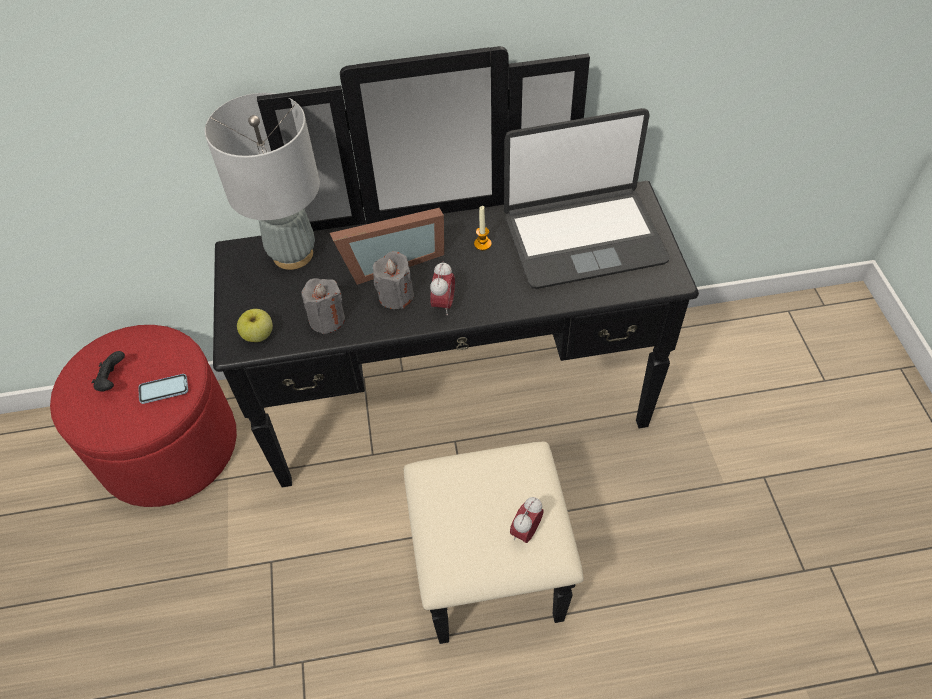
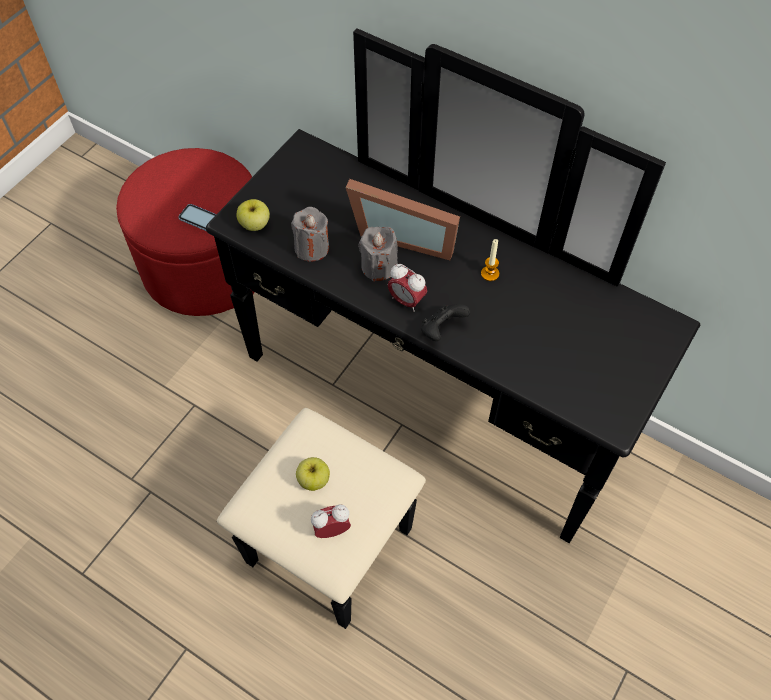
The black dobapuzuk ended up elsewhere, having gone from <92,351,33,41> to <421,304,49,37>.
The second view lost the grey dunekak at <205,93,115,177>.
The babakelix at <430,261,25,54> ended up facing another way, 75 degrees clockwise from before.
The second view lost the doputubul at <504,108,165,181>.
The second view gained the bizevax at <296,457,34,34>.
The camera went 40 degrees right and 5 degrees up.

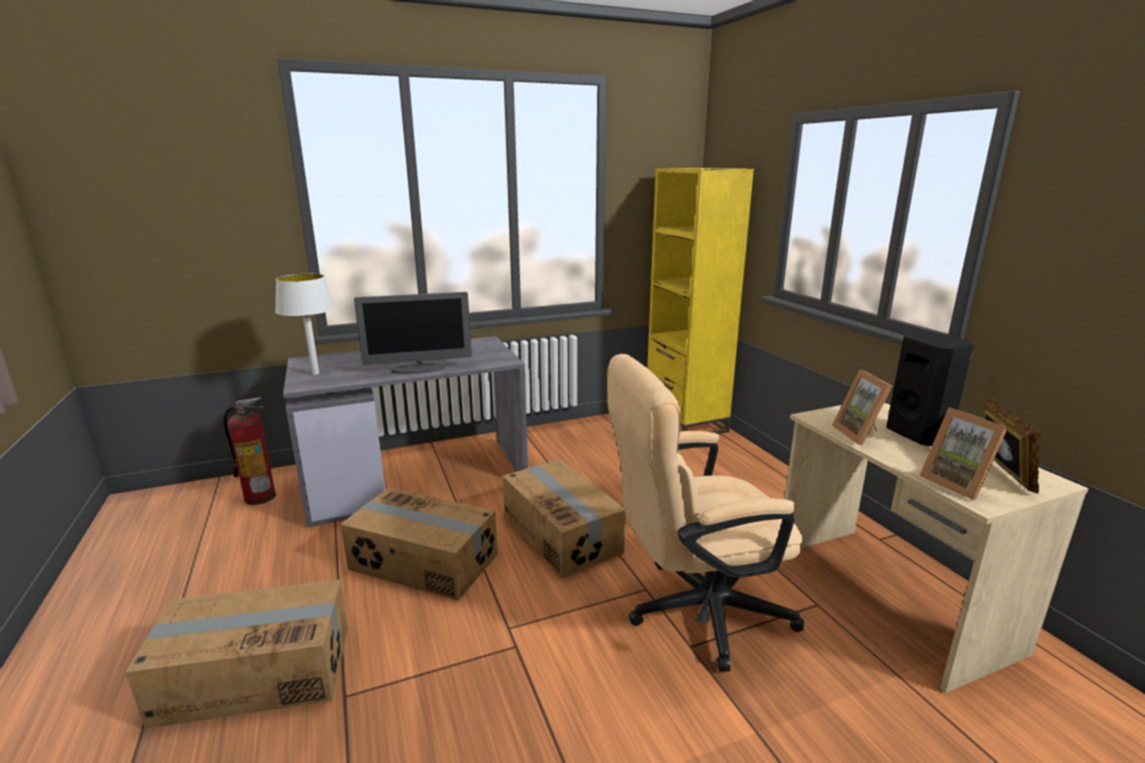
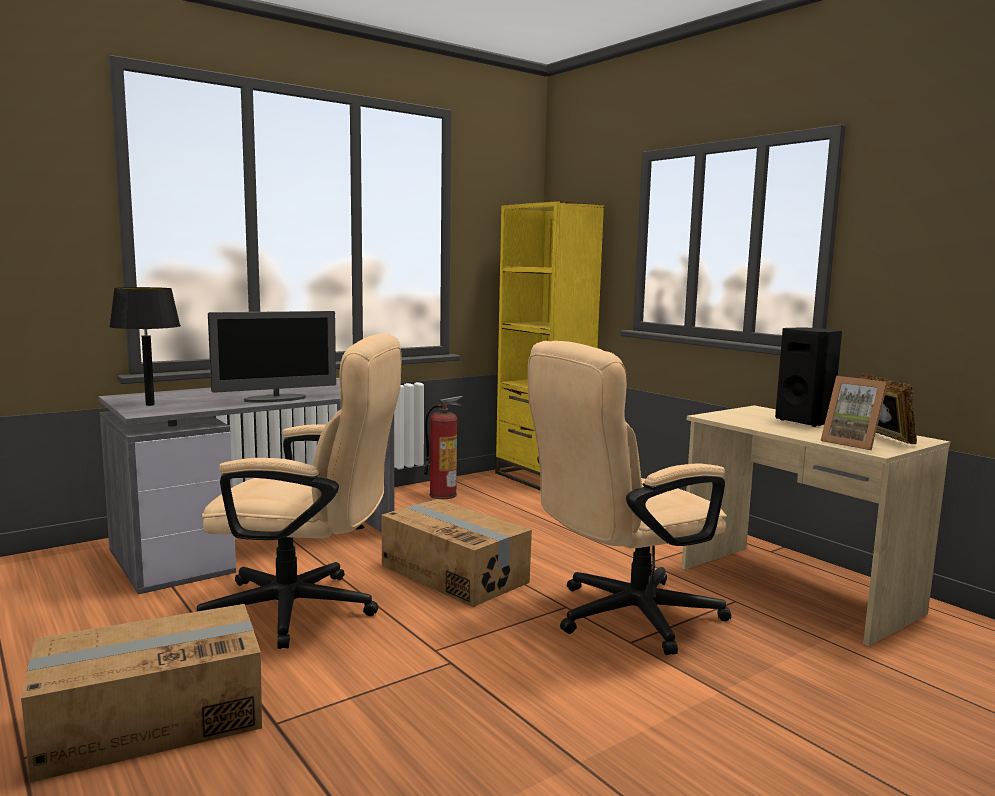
The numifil ended up elsewhere, having gone from <224,397,52,108> to <424,396,39,103>.
What was the white dunekak at <275,274,60,101> turned into the black dunekak at <109,287,72,119>.
Where the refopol stood at <340,488,158,113>, the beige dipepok came to stand at <197,334,205,315>.
The second view lost the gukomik at <832,369,61,77>.
The camera went 15 degrees left and 10 degrees down.

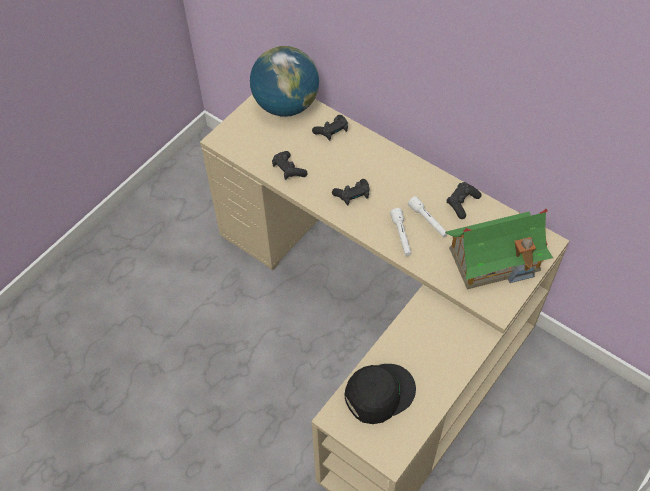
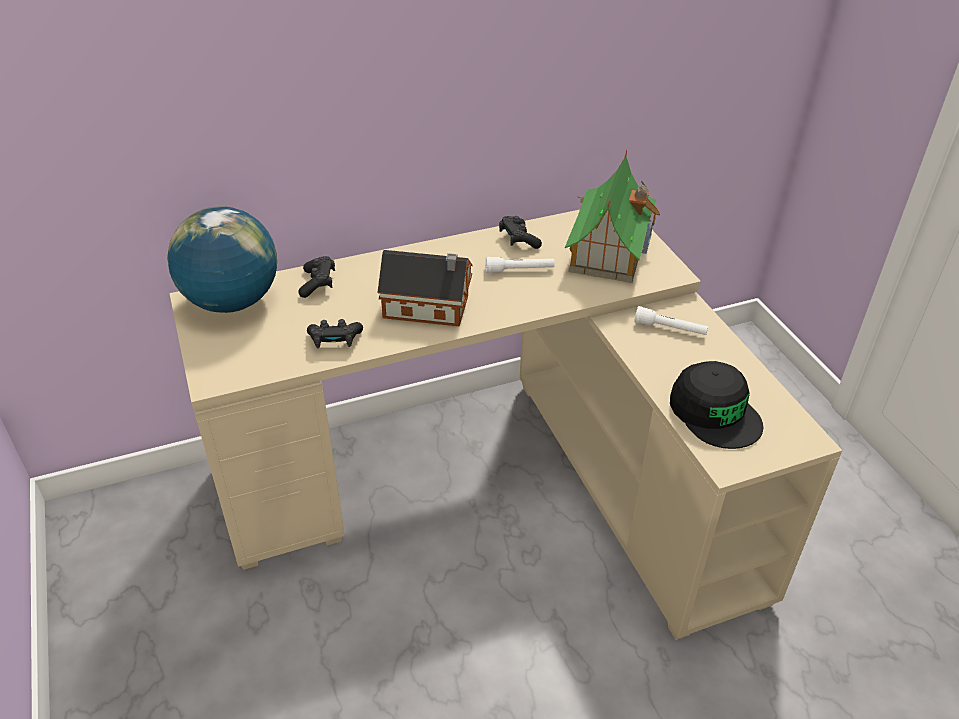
Where the black dobapuzuk stood at <332,179,38,26>, the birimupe came to stand at <377,250,96,77>.
The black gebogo at <345,364,71,60> ended up facing another way, 150 degrees clockwise from before.
The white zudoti ended up elsewhere, having gone from <390,208,21,48> to <634,306,74,29>.
The camera went 60 degrees left and 15 degrees down.

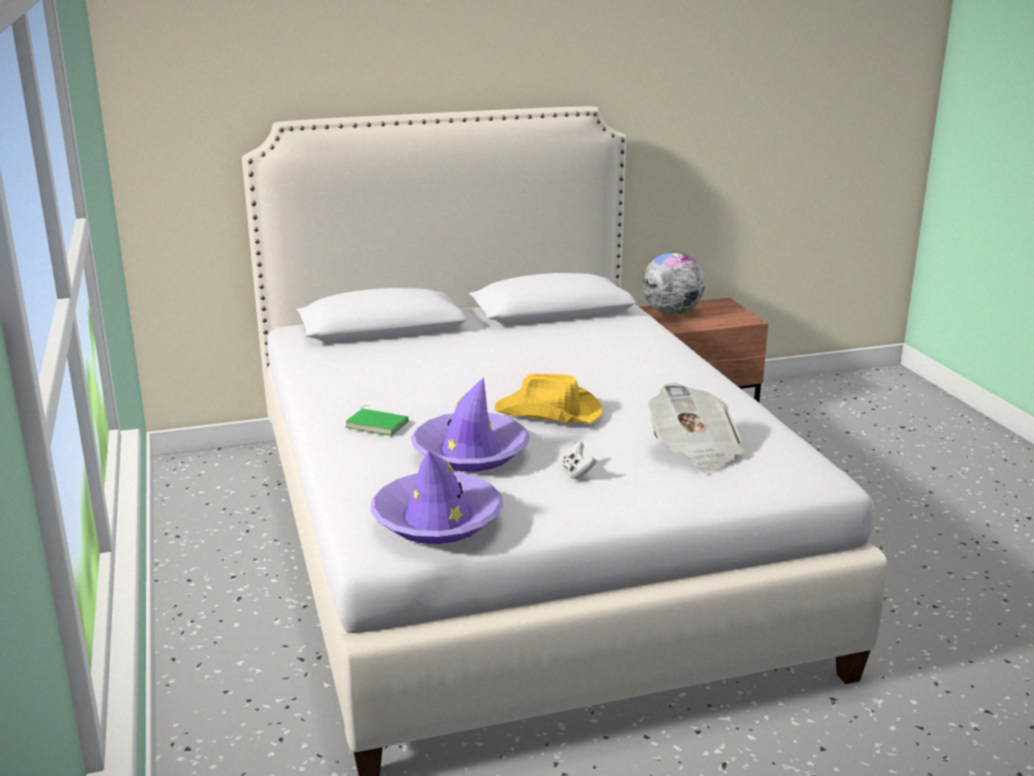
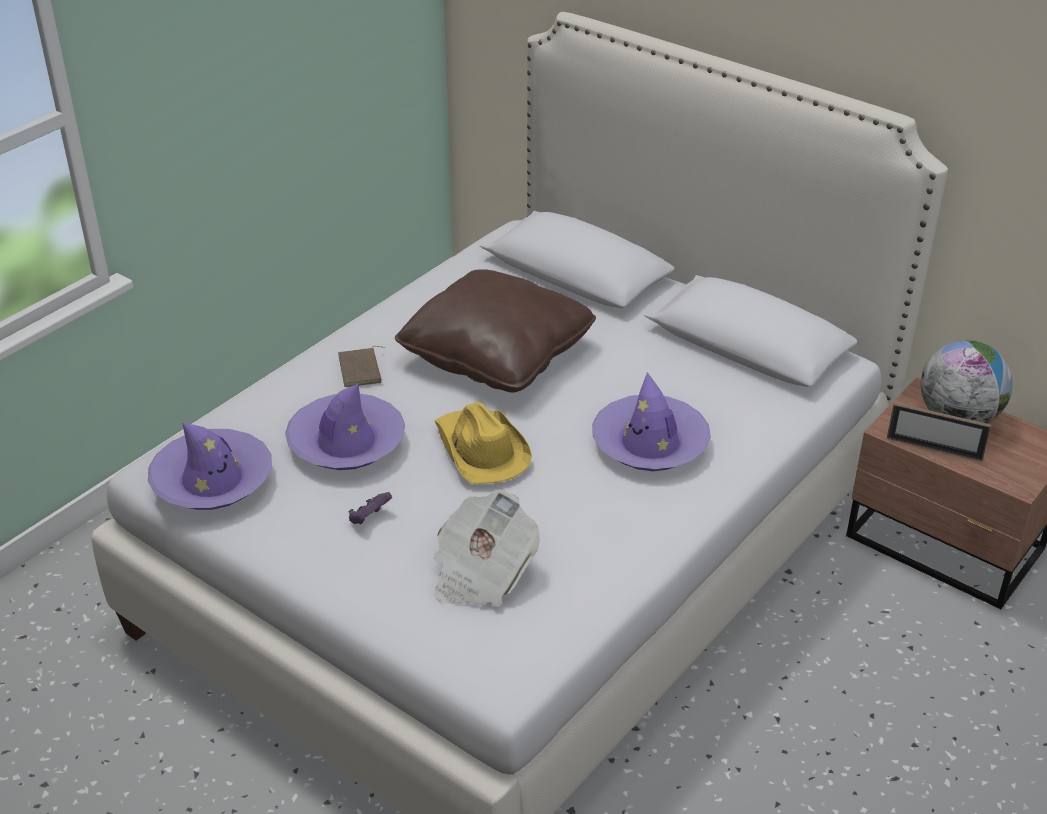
What was the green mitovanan at <345,405,64,31> turned into the brown mitovanan at <338,346,47,41>.
What was the white dobapuzuk at <562,441,34,38> turned into the purple dobapuzuk at <348,492,44,32>.
The second view gained the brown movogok at <395,269,201,124>.
The second view gained the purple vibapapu at <592,372,119,99>.
The second view gained the gukomik at <887,402,104,59>.
The camera went 55 degrees right and 15 degrees up.

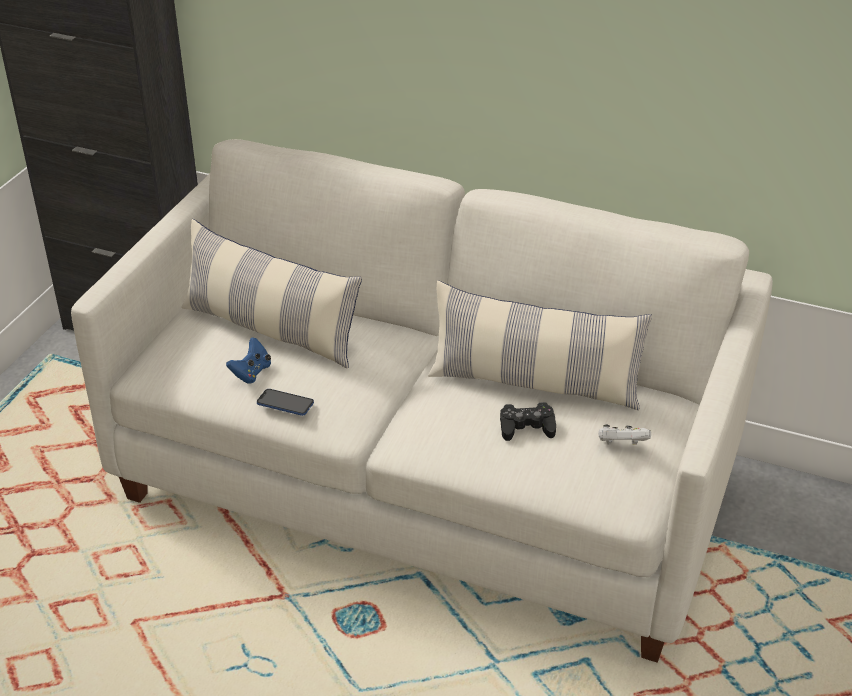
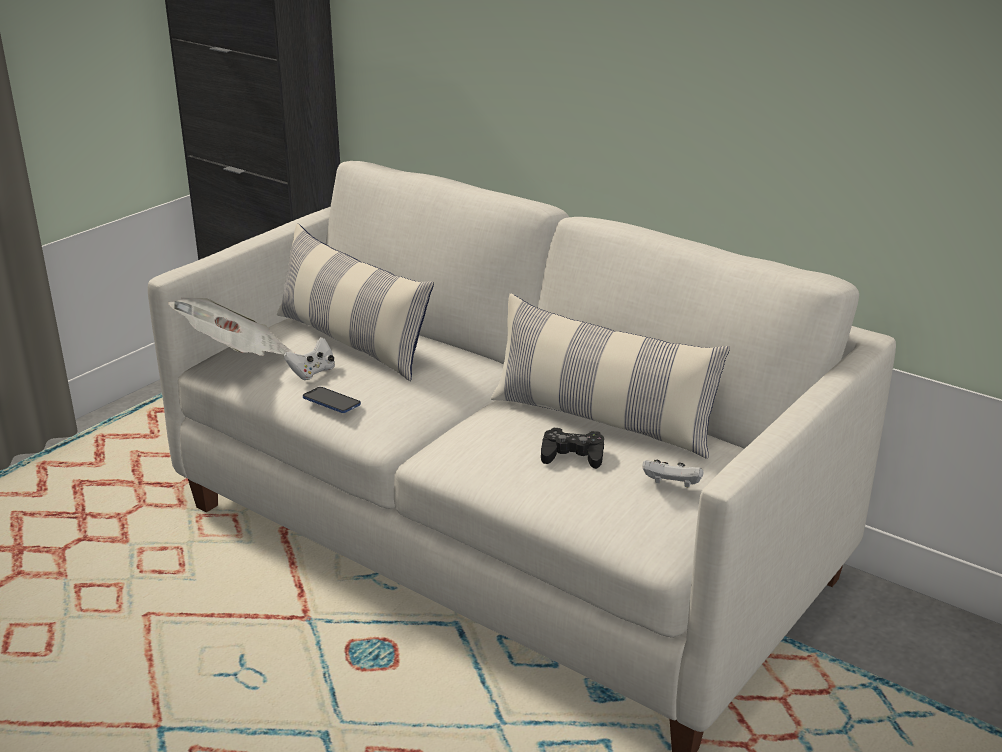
What was the blue dobapuzuk at <226,337,45,47> turned into the white dobapuzuk at <284,337,51,43>.
The second view gained the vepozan at <168,298,128,58>.
The camera went 15 degrees right and 10 degrees down.

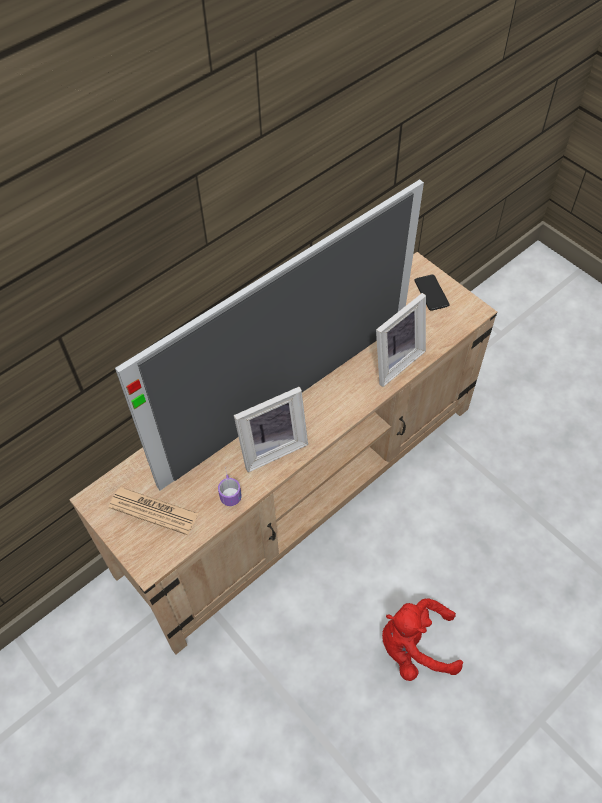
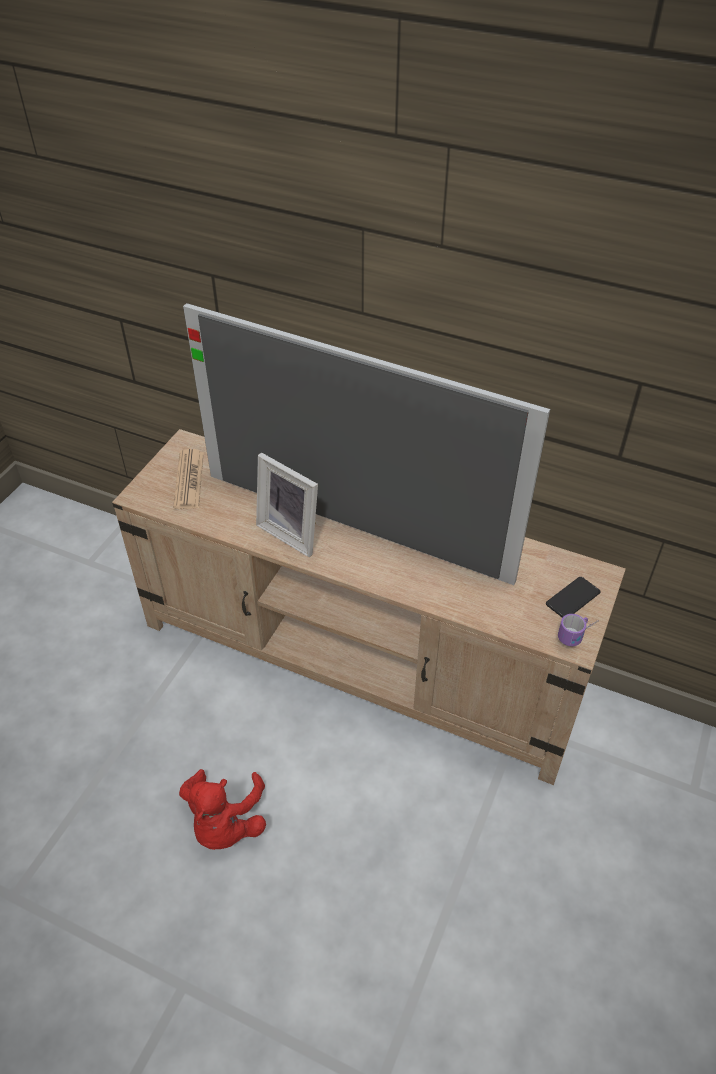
The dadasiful ended up elsewhere, having gone from <218,466,24,40> to <558,614,41,32>.
The second view lost the gukomik at <376,293,50,94>.
The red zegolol at <382,598,81,83> ended up facing another way, 150 degrees counterclockwise from before.
The camera went 65 degrees right and 10 degrees down.

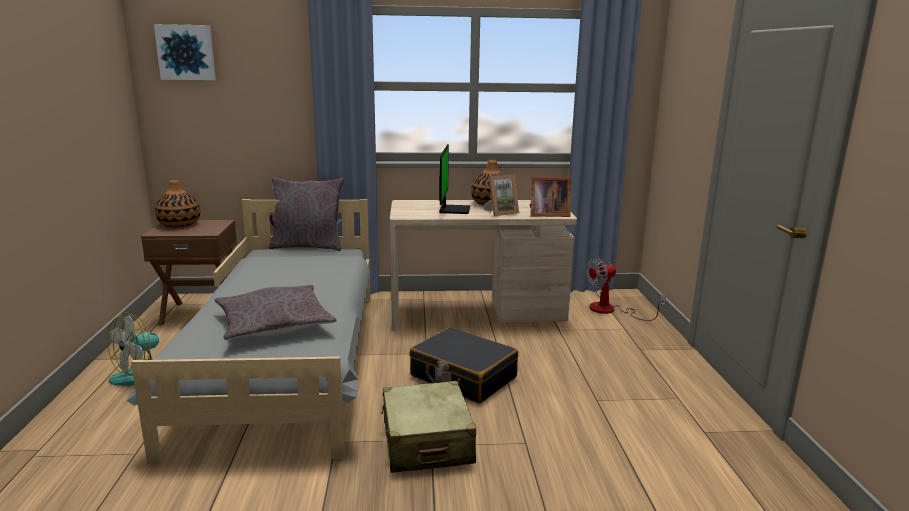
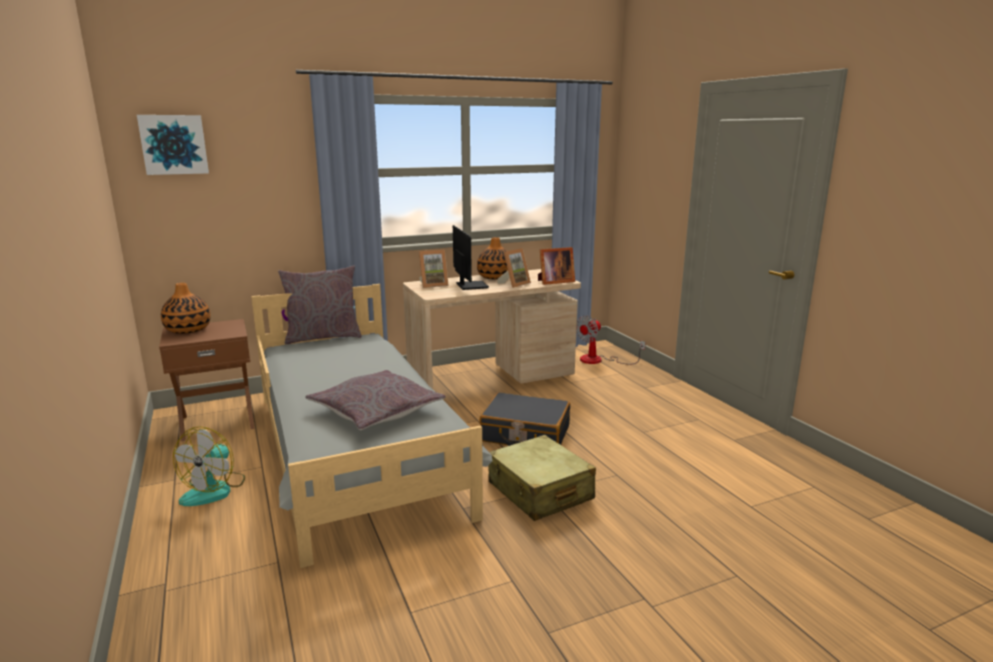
The second view gained the gukomik at <419,250,30,38>.
The camera went 20 degrees left and 0 degrees up.

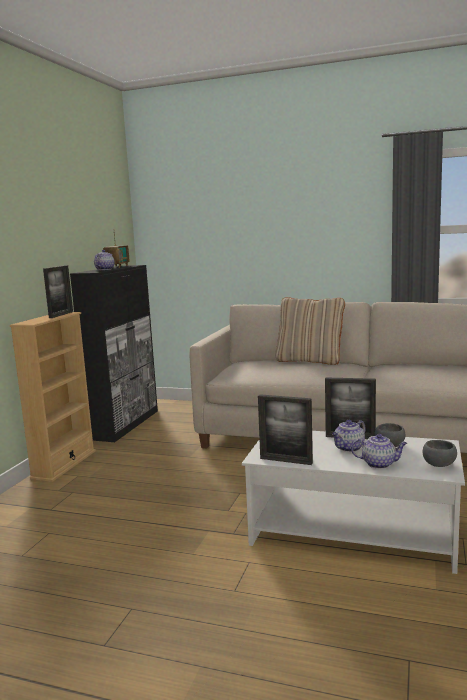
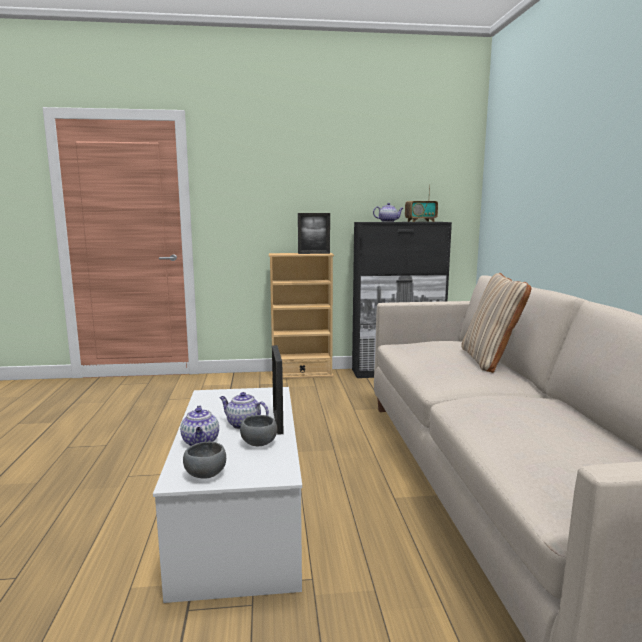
The second view lost the gukomik at <258,394,55,71>.
The camera went 65 degrees right and 0 degrees up.

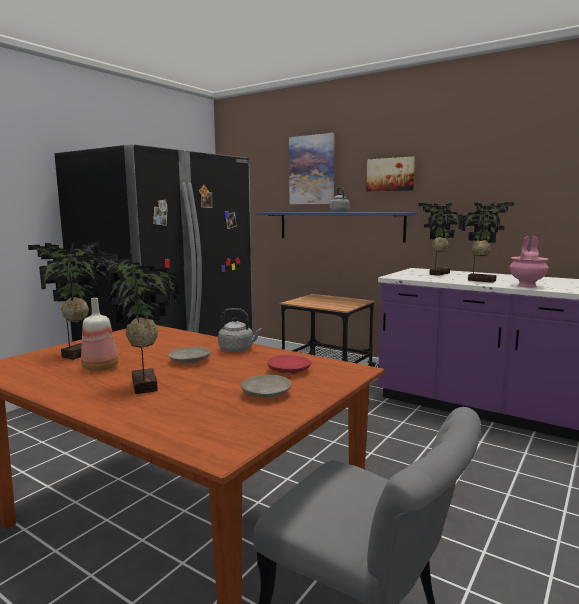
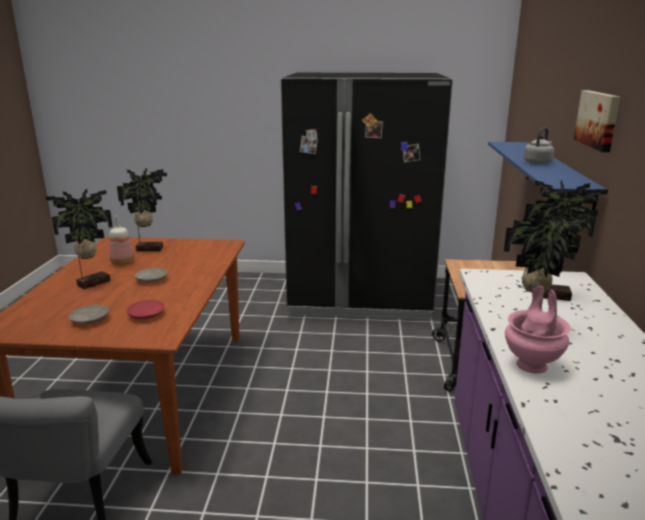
The second view lost the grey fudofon at <218,308,44,44>.
The second view lost the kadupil at <289,133,45,71>.
The camera went 60 degrees right and 10 degrees up.

